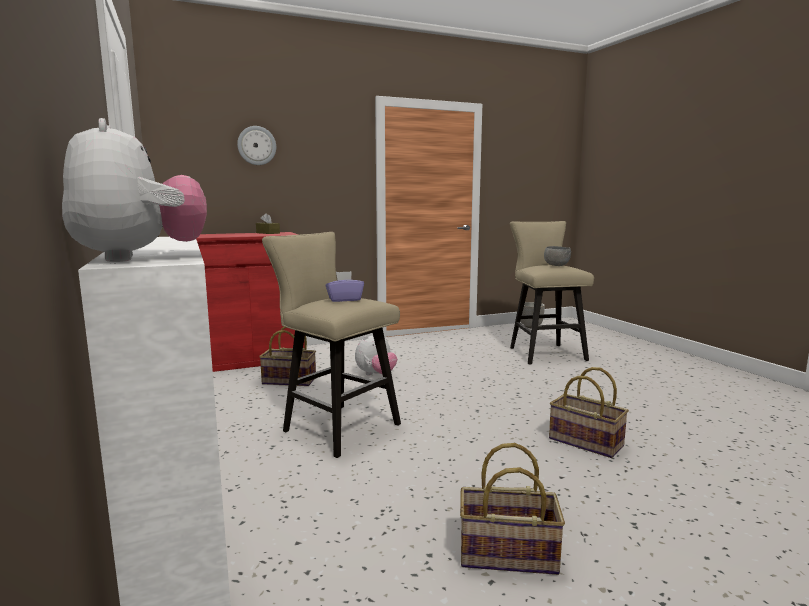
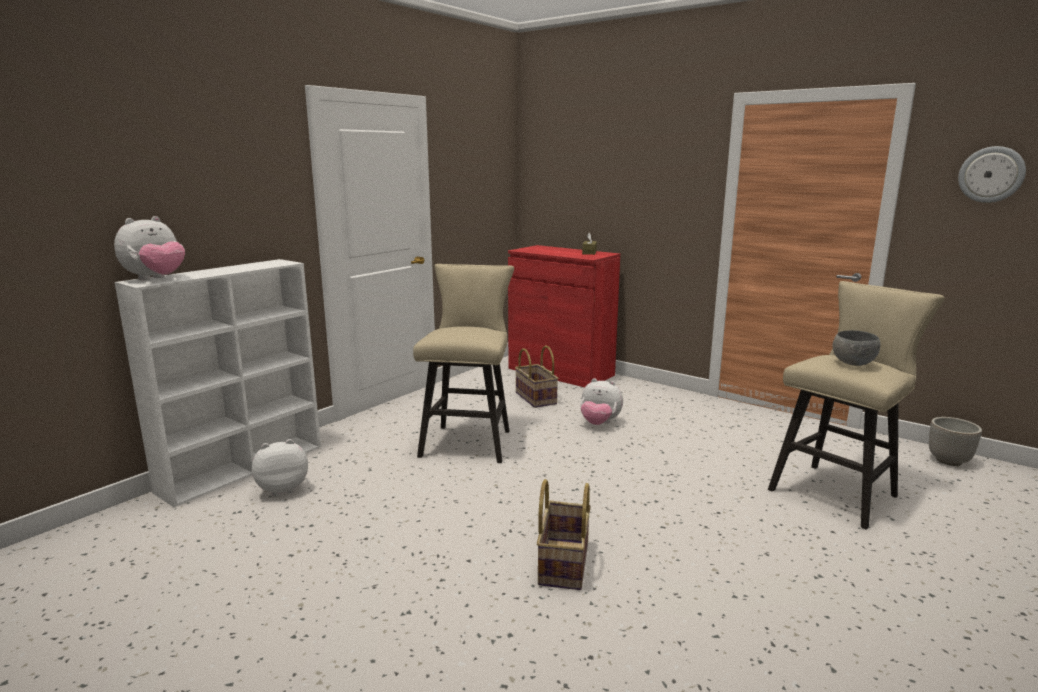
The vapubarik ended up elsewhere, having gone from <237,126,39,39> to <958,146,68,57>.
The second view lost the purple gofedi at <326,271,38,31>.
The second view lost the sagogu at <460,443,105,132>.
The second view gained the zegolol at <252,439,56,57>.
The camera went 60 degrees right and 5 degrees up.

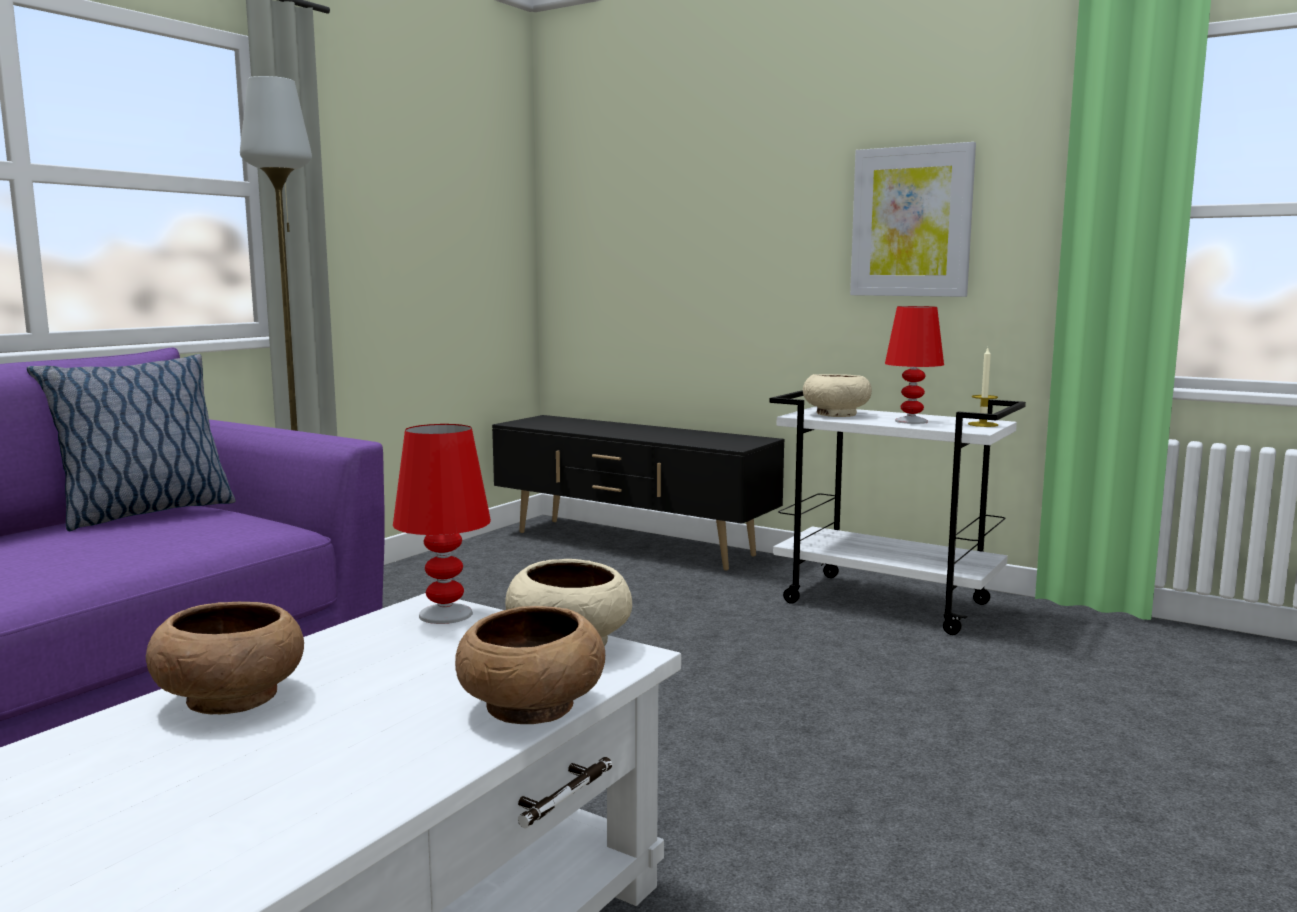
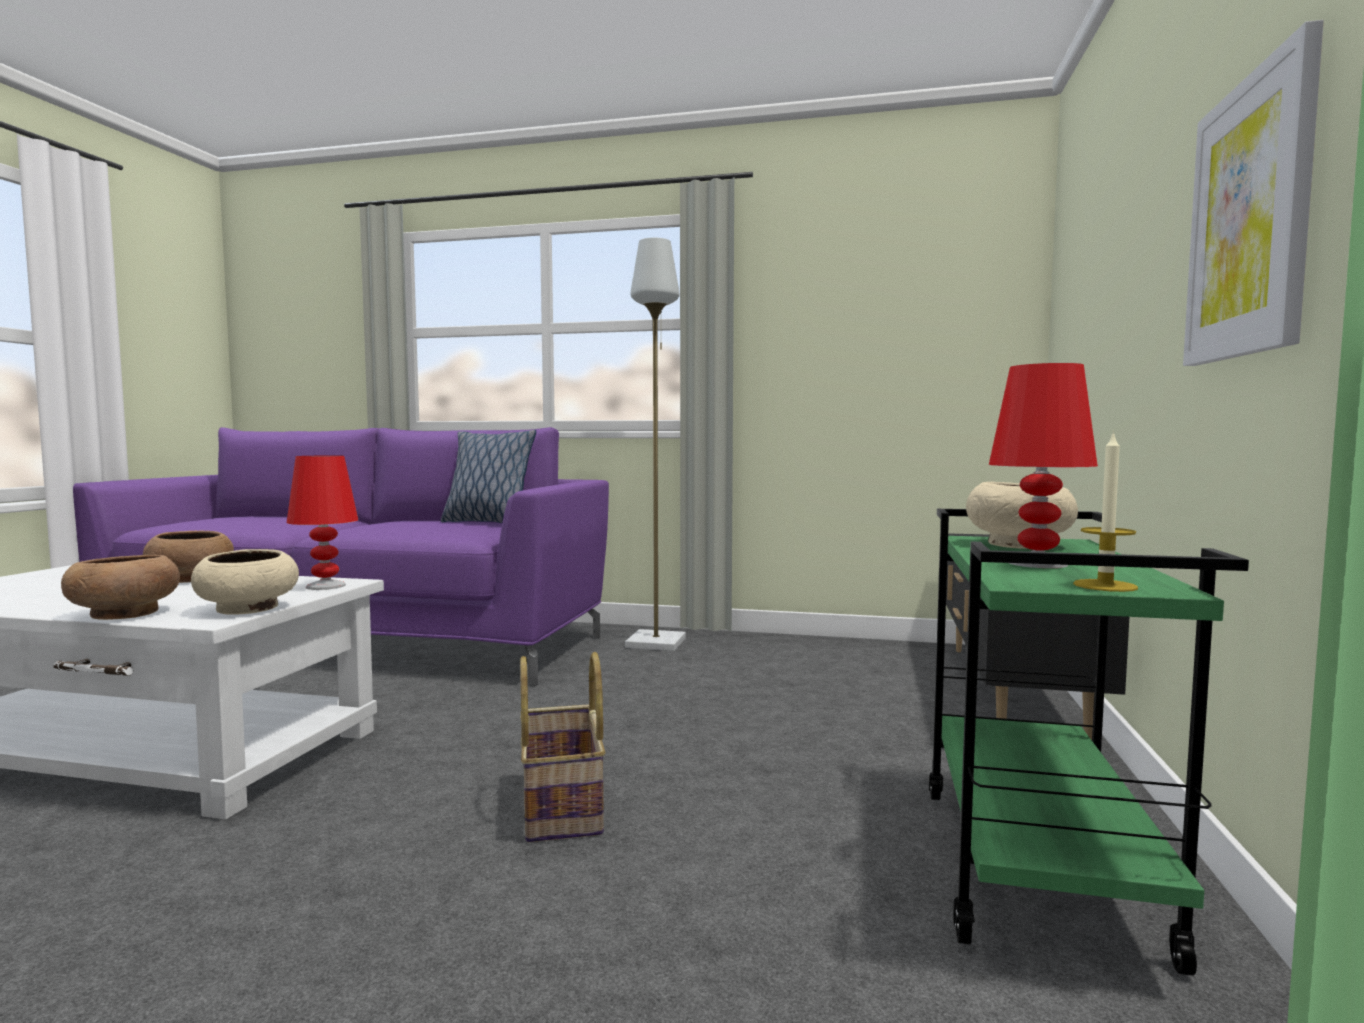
What was the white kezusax at <769,390,257,245> turned into the green kezusax at <929,509,320,467>.
The second view gained the sagogu at <520,652,86,190>.
The camera went 70 degrees right and 5 degrees down.

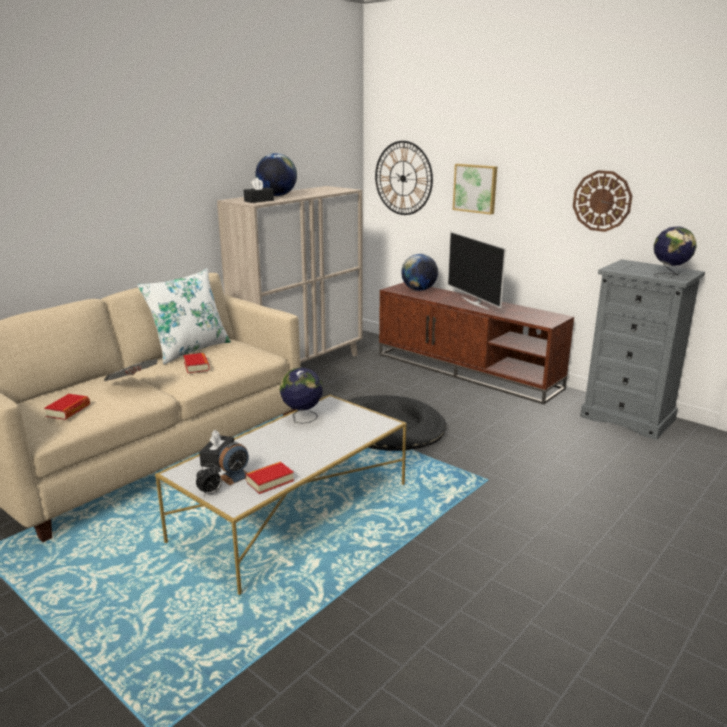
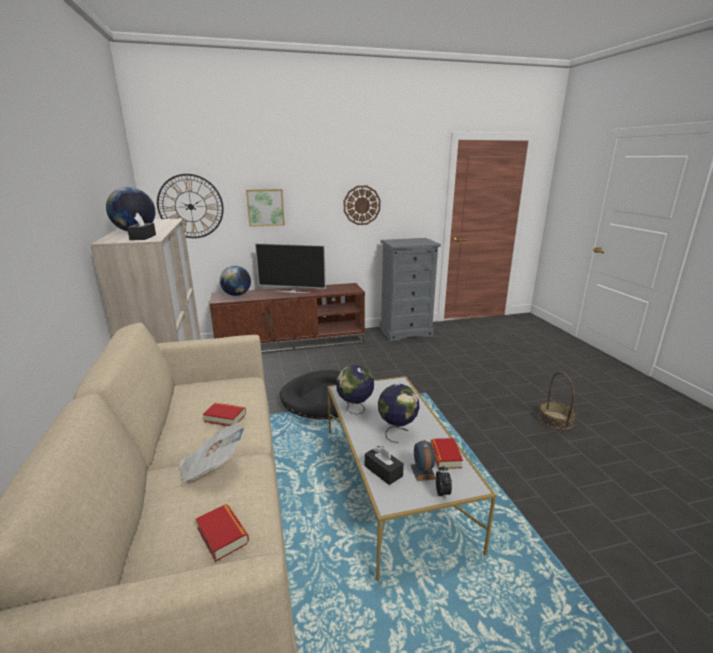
The second view lost the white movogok at <137,268,94,96>.
The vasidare ended up elsewhere, having gone from <654,226,43,52> to <378,384,42,59>.
The second view gained the sagogu at <538,372,39,58>.
The camera went 55 degrees left and 0 degrees up.

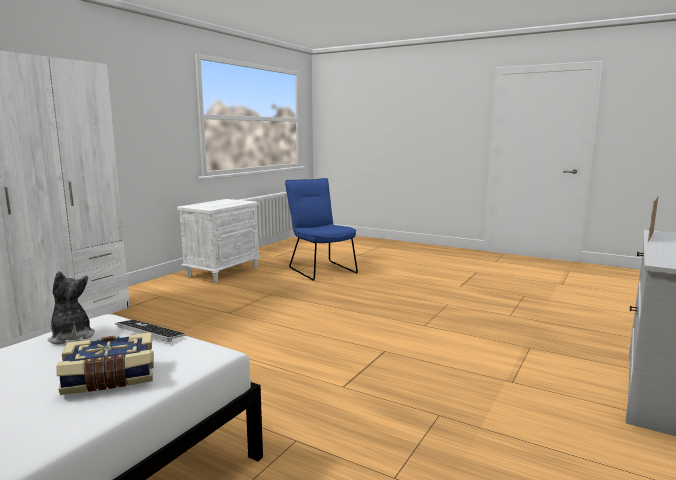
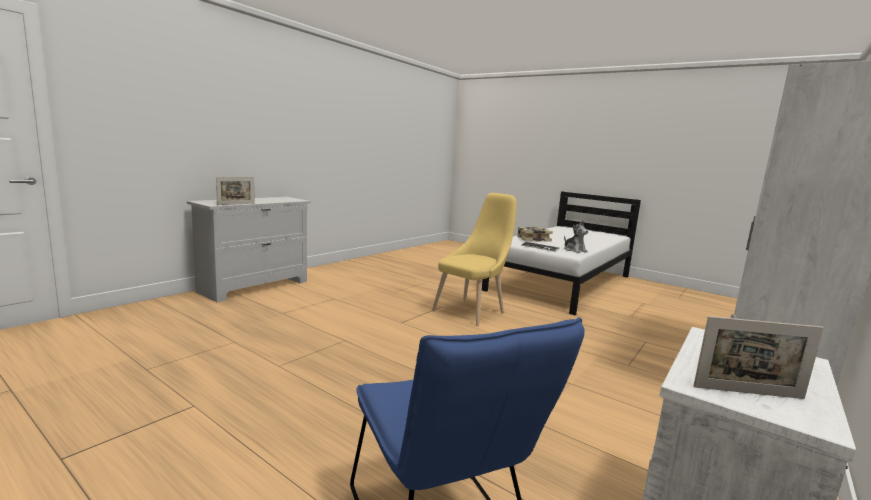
The second view gained the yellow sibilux at <432,193,85,133>.
The second view gained the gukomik at <693,316,131,83>.
The camera went 175 degrees left and 0 degrees up.

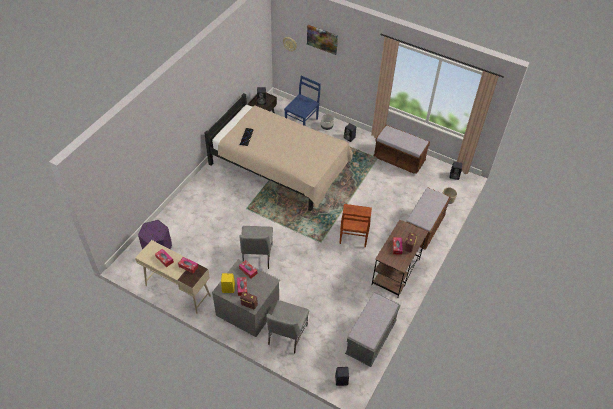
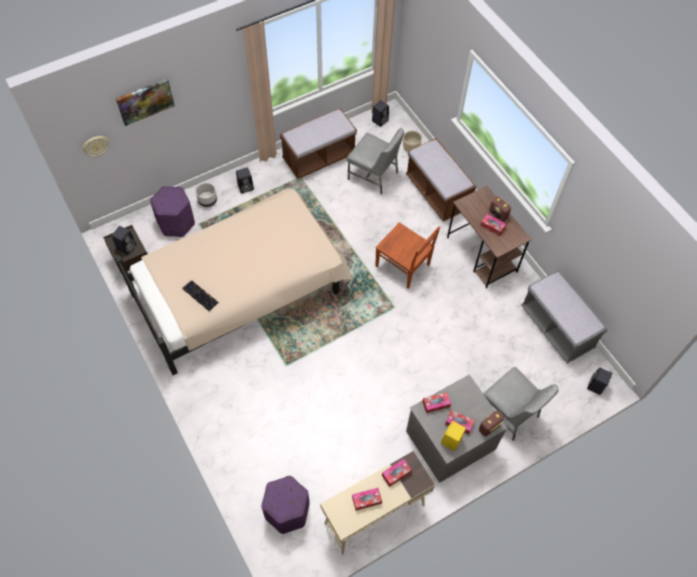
The grey sibilux ended up elsewhere, having gone from <239,226,34,43> to <347,128,57,67>.
Where the blue sibilux stood at <284,76,37,50>, the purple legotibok came to stand at <150,186,45,51>.
The camera went 60 degrees left and 10 degrees up.

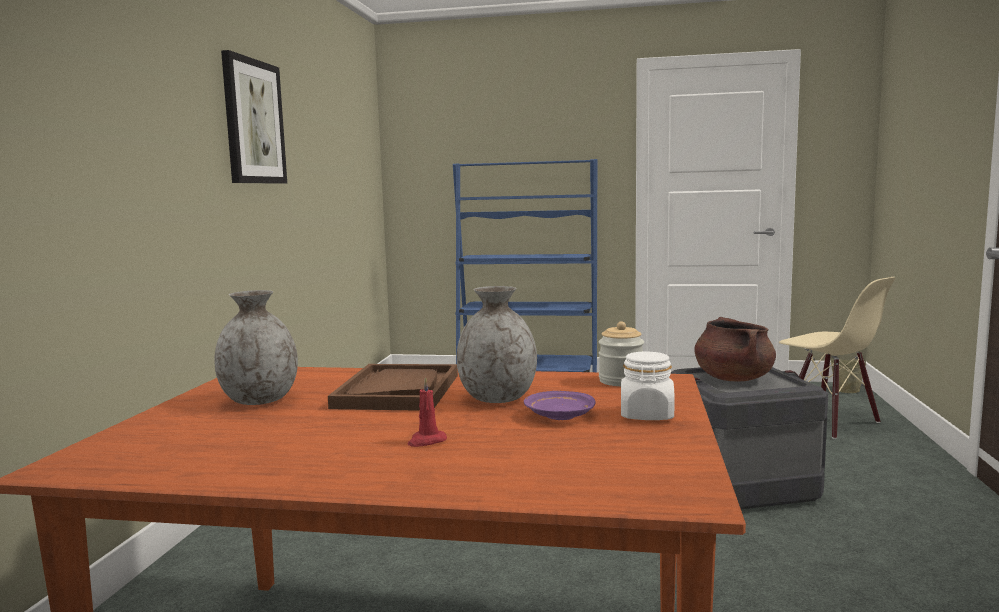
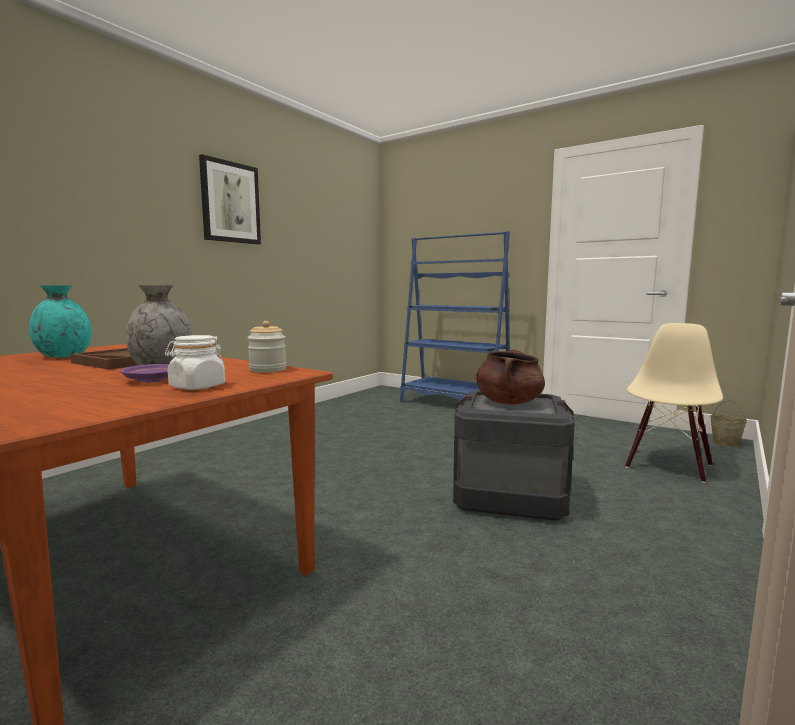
What was the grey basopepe at <214,290,84,115> turned into the turquoise basopepe at <29,285,62,73>.
The second view lost the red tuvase at <408,377,39,70>.
The beige sibilux at <779,277,117,162> ended up facing another way, 135 degrees counterclockwise from before.
The camera went 25 degrees right and 0 degrees up.

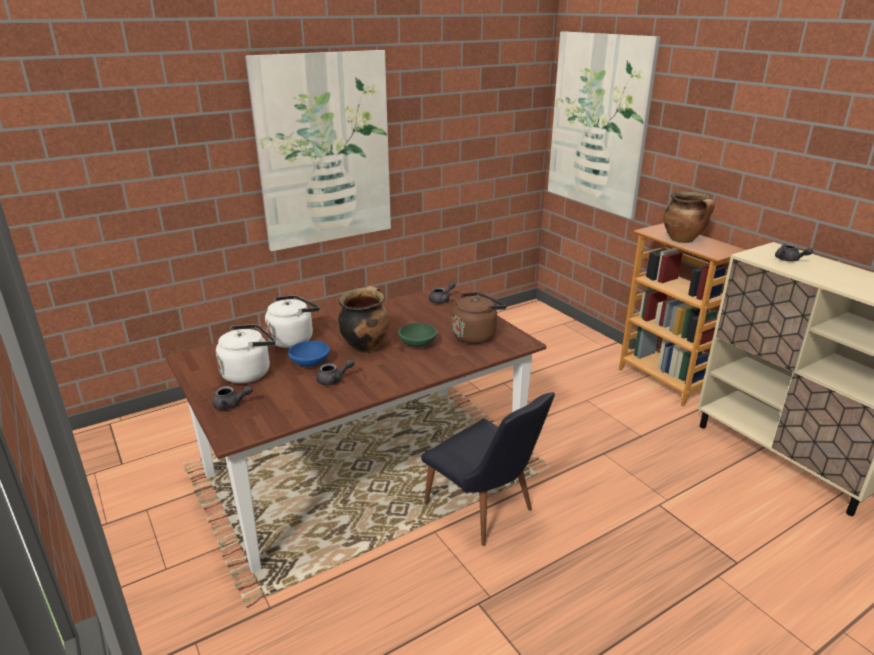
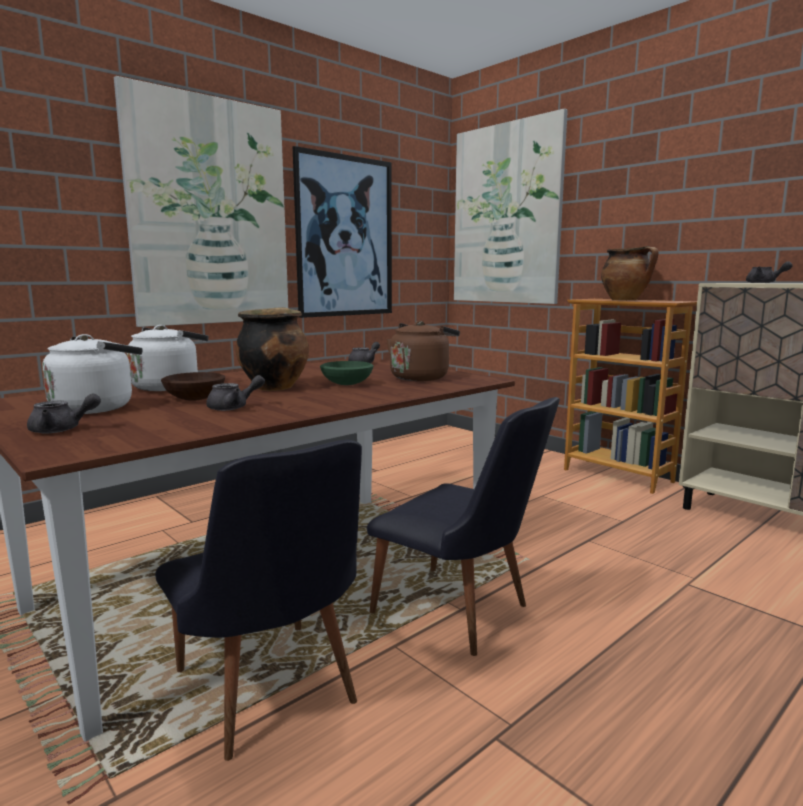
What was the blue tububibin at <288,341,42,26> turned into the brown tububibin at <161,372,64,29>.
The second view gained the black sibilux at <155,440,207,321>.
The second view gained the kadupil at <293,146,99,172>.
The camera went 10 degrees left and 15 degrees down.

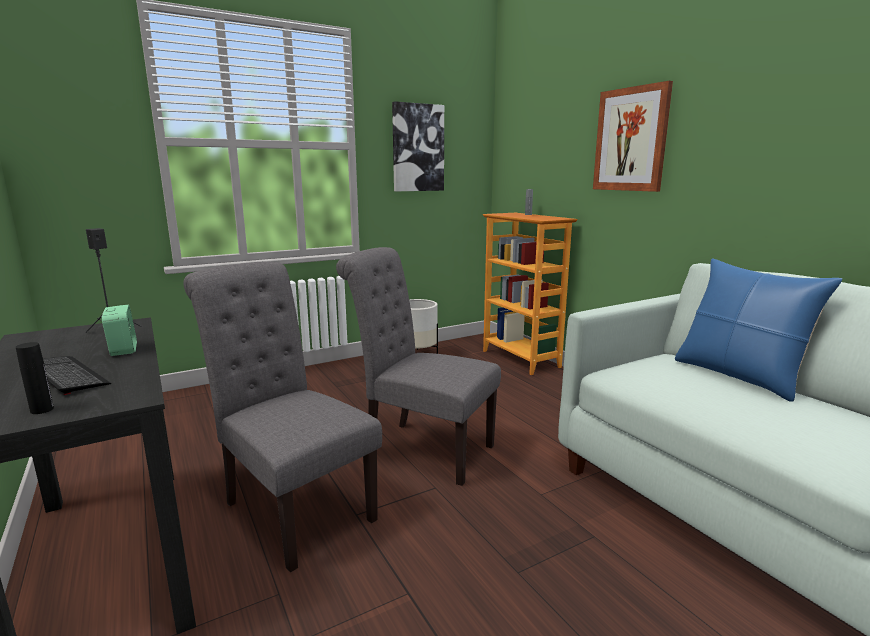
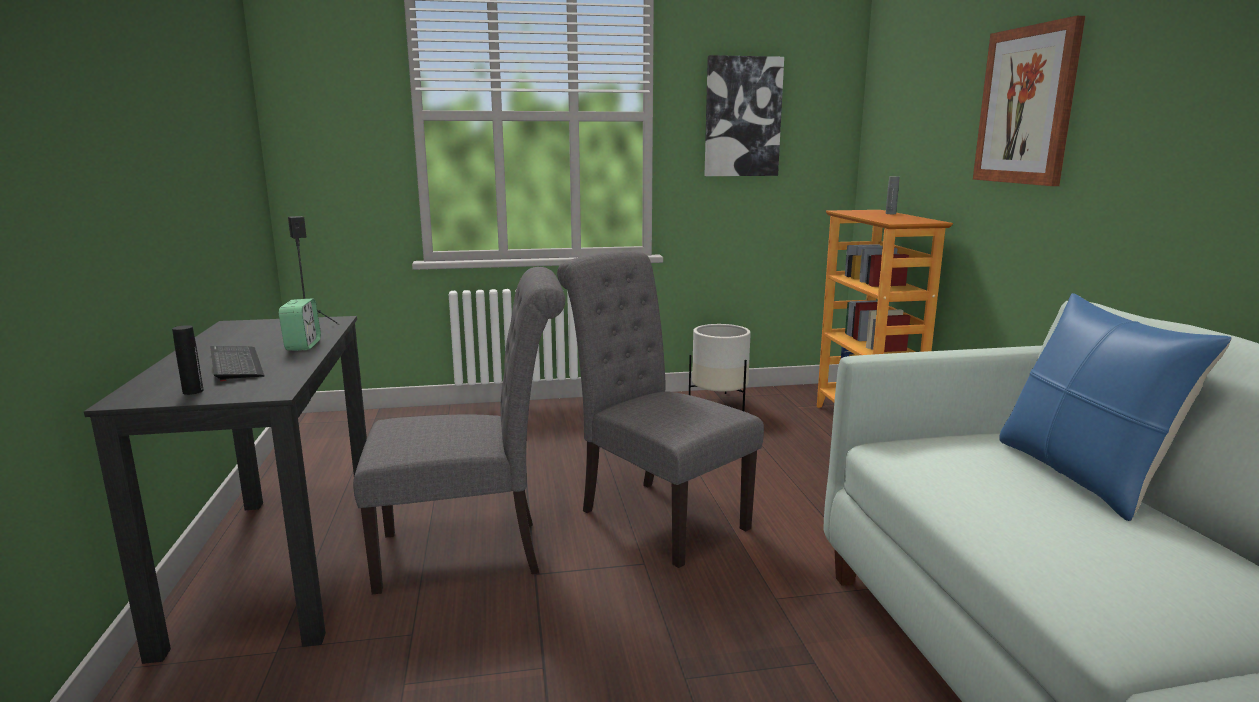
The grey sibilux at <183,262,199,311> ended up facing another way, 105 degrees clockwise from before.
The camera went 20 degrees right and 0 degrees up.

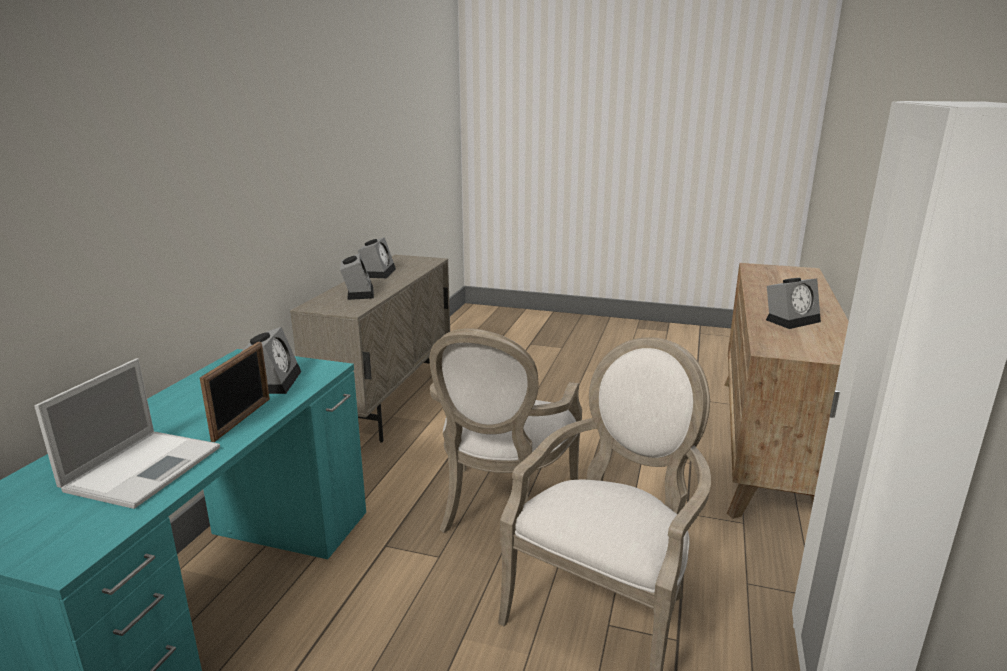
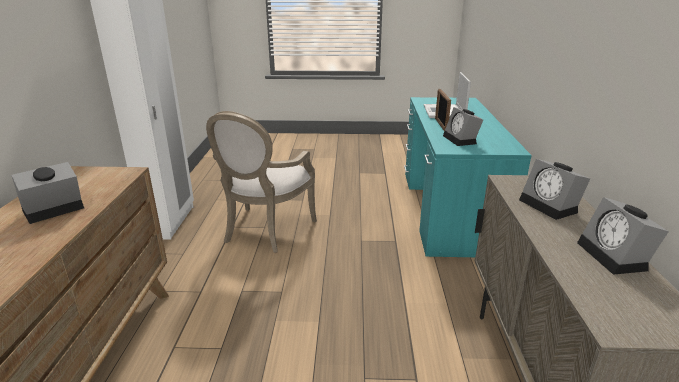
The second view lost the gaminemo at <429,328,153,205>.
The camera went 165 degrees right and 5 degrees up.

